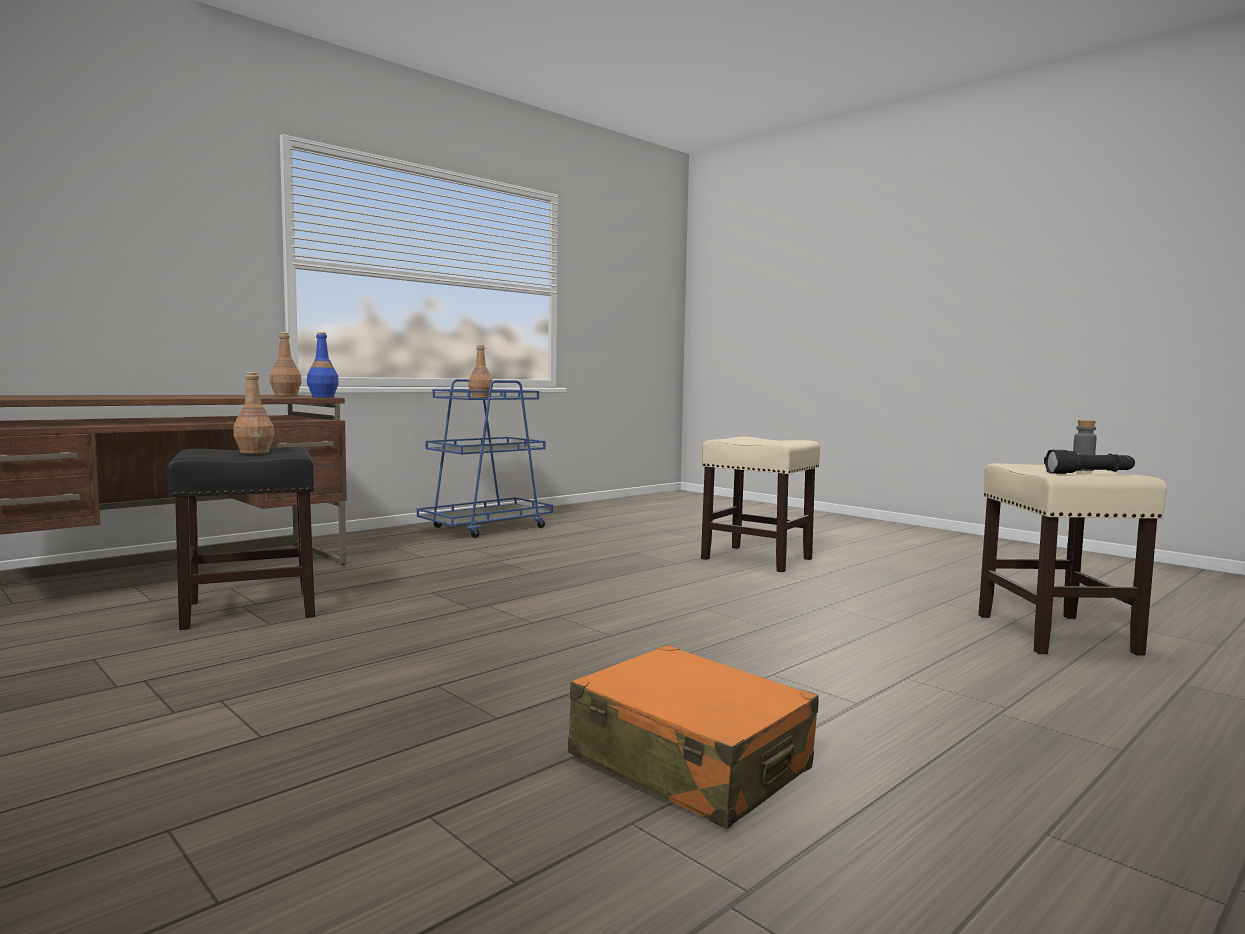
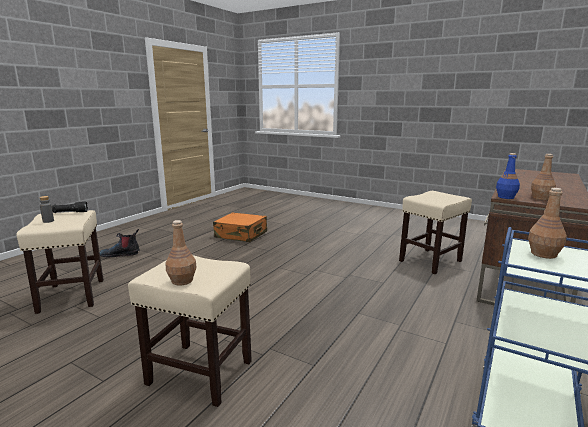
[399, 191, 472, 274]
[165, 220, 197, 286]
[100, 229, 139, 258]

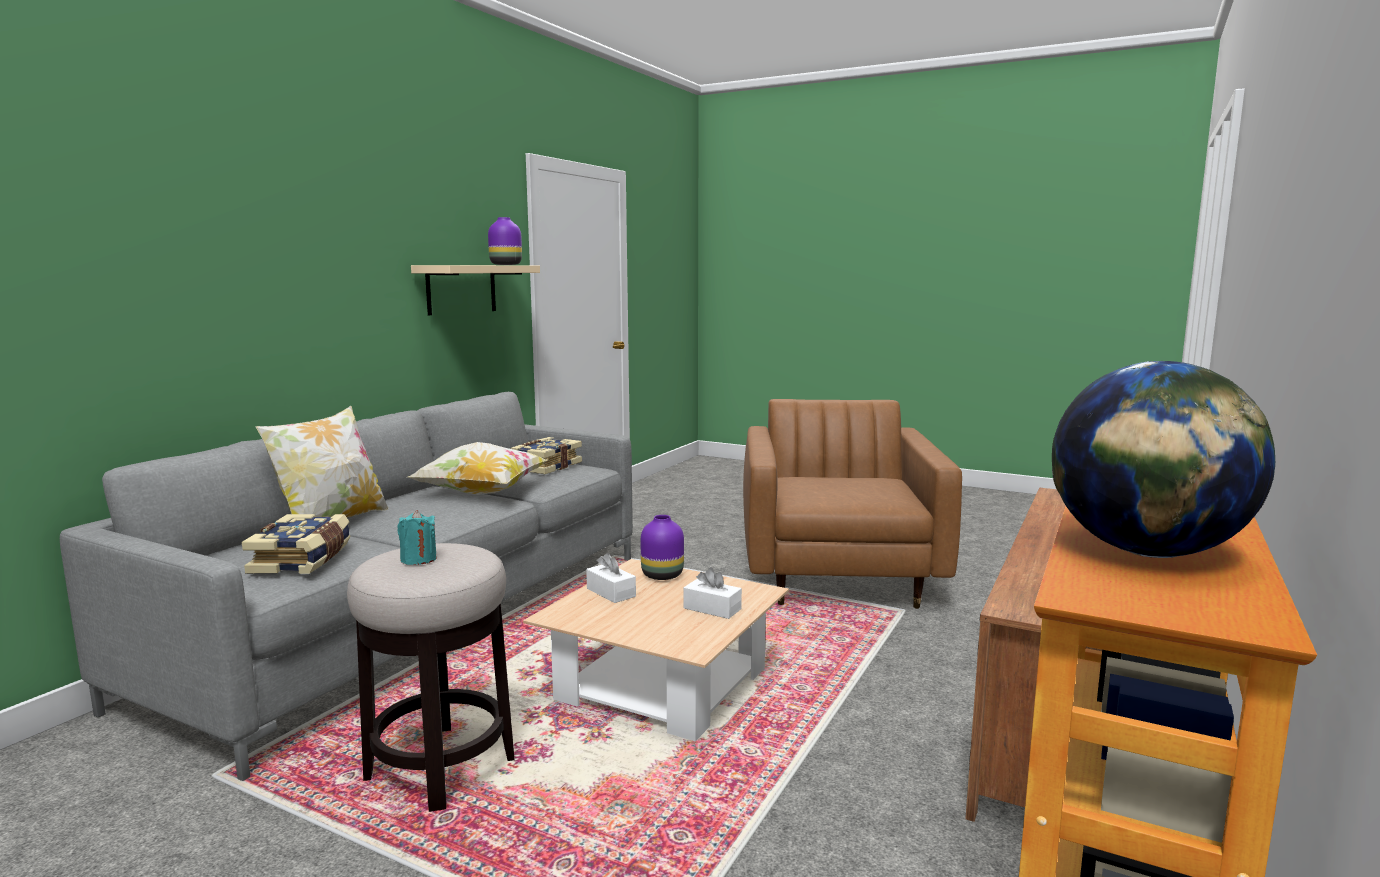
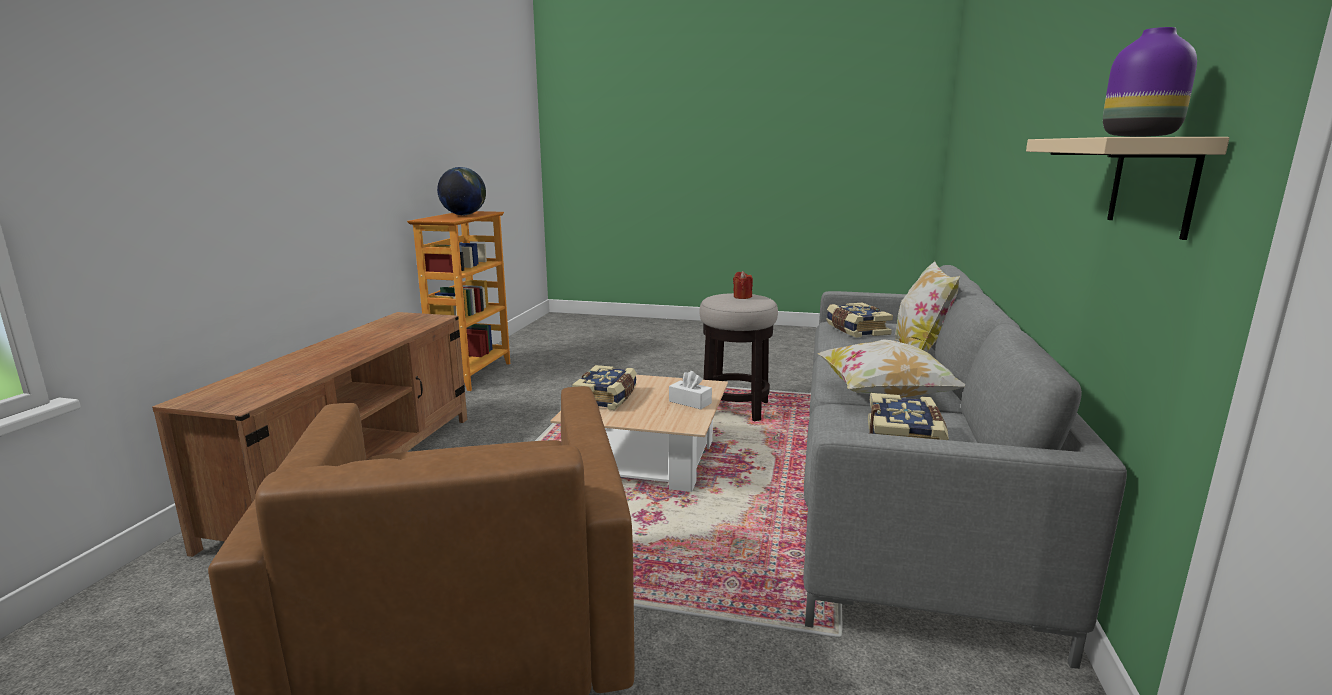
[733, 271, 753, 299]
[641, 515, 684, 580] (first image)
[572, 365, 637, 410]

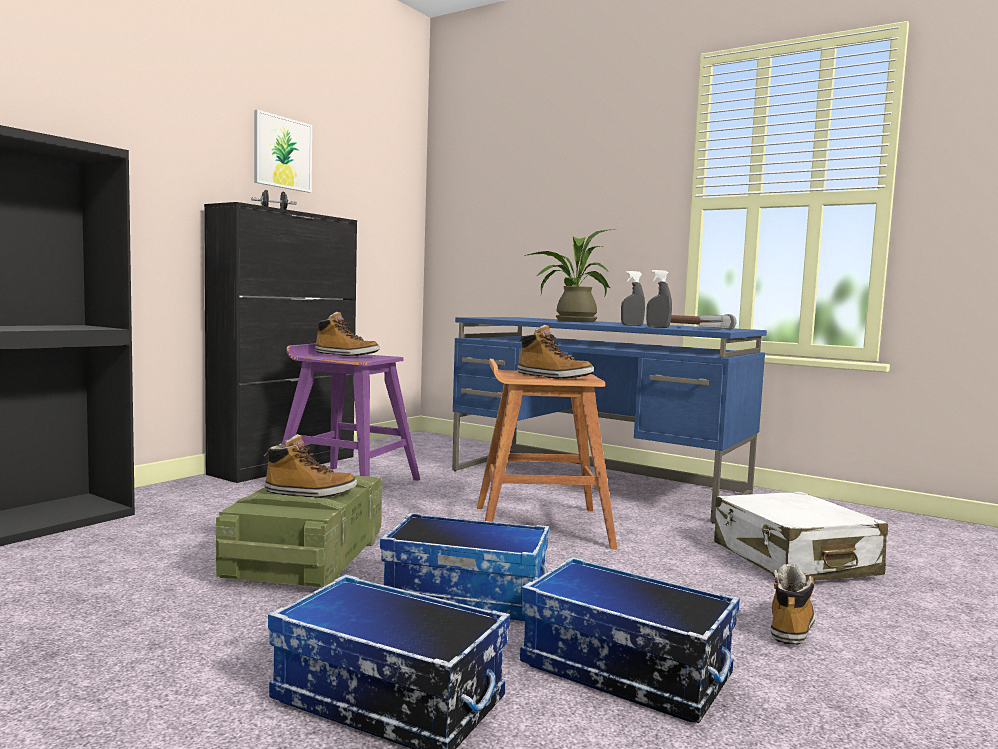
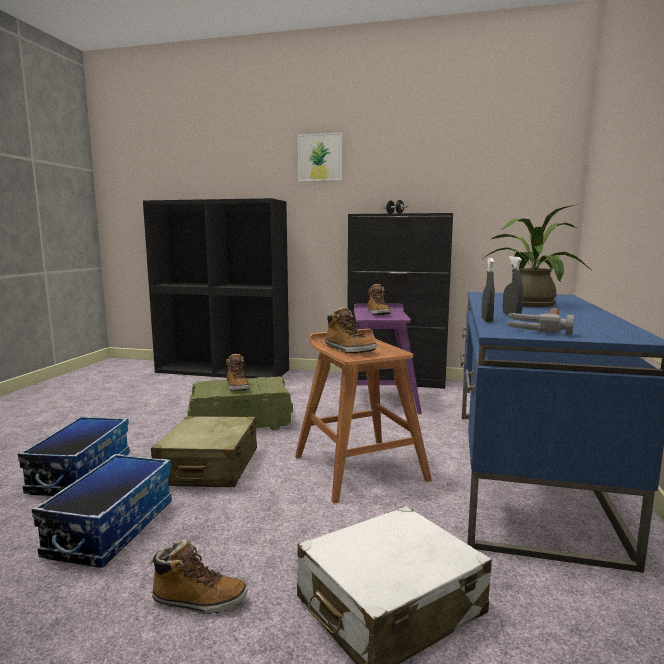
[298, 133, 342, 182]
[151, 416, 257, 487]
[325, 307, 377, 354]

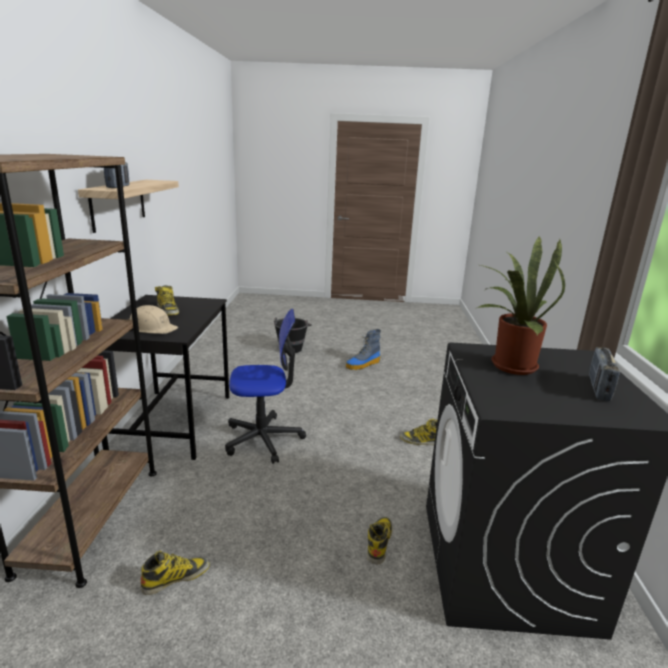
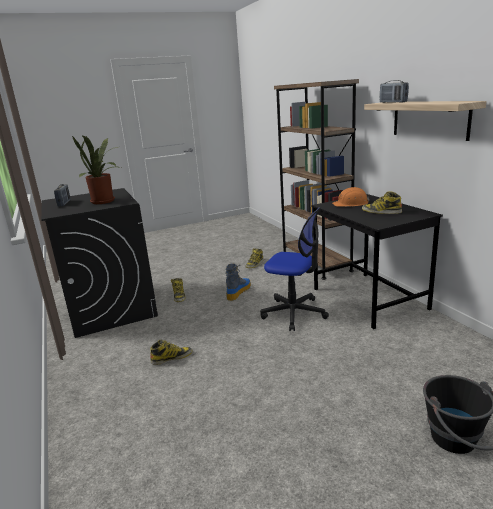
[332, 187, 369, 207]
[260, 207, 329, 331]
[225, 263, 251, 301]

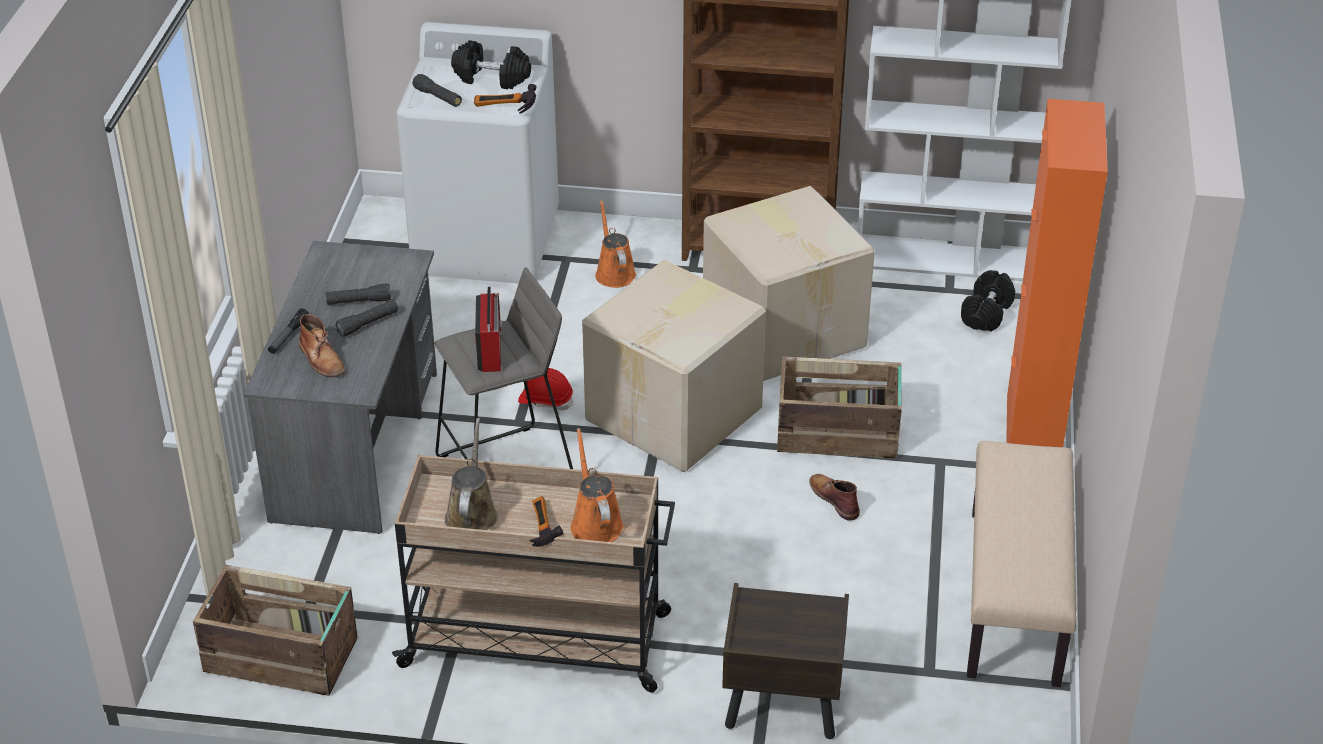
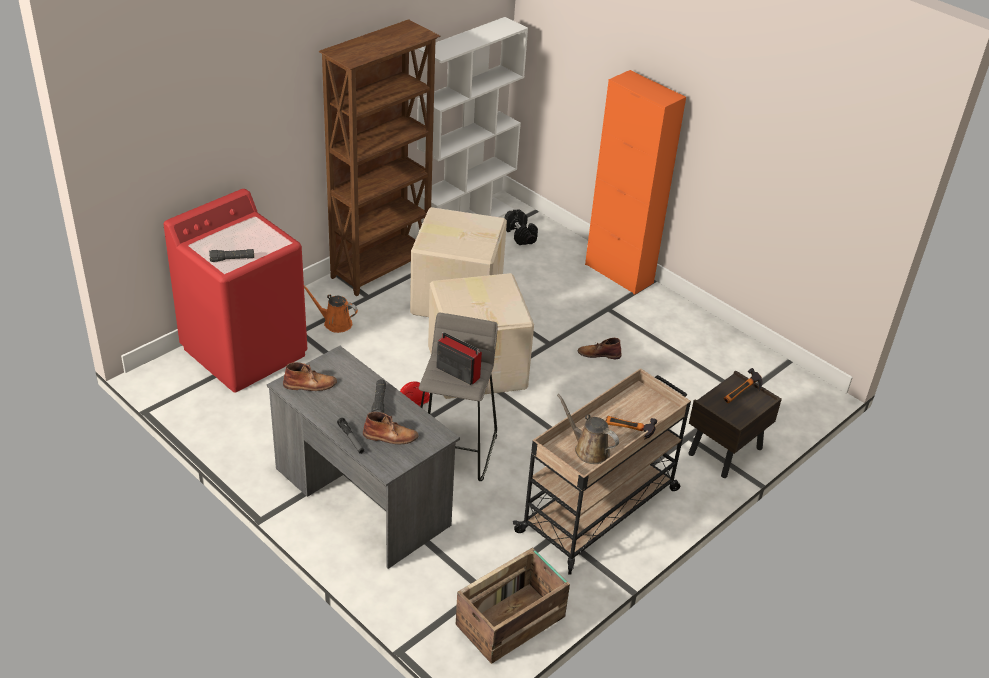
[326, 283, 391, 305] (first image)
[164, 189, 307, 393]
[451, 40, 531, 89] (first image)
[724, 368, 763, 403]
[571, 428, 623, 542] (first image)
[777, 356, 902, 458] (first image)
[967, 441, 1077, 687] (first image)
[283, 362, 337, 391]

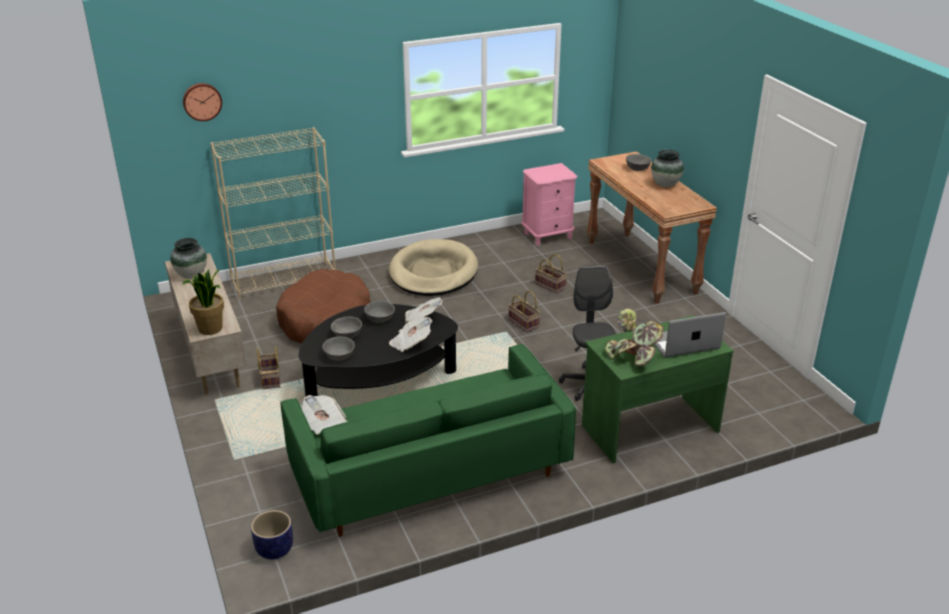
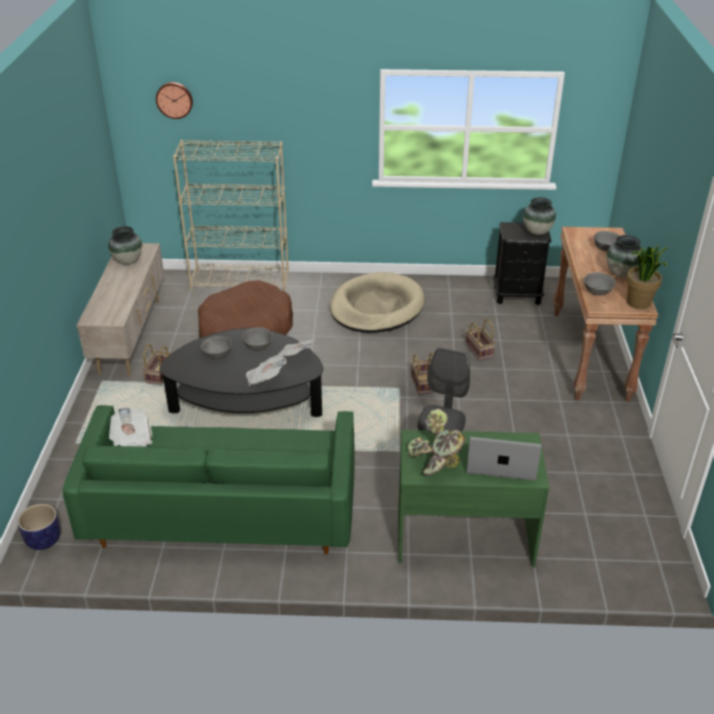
[626, 245, 669, 309]
[584, 272, 616, 295]
[493, 222, 552, 305]
[523, 197, 556, 235]

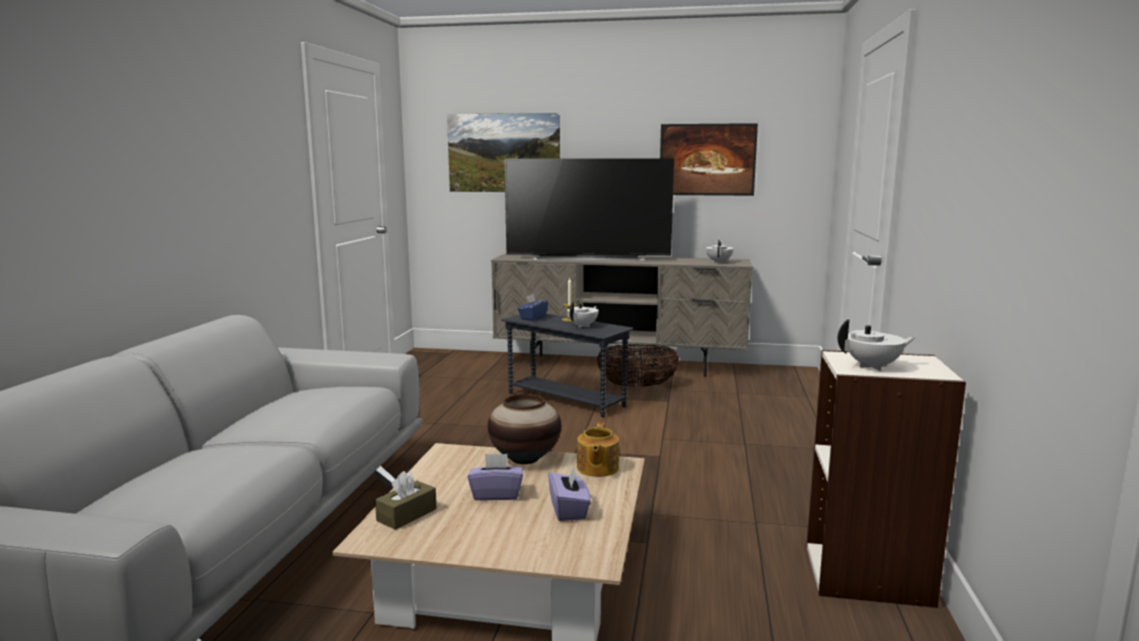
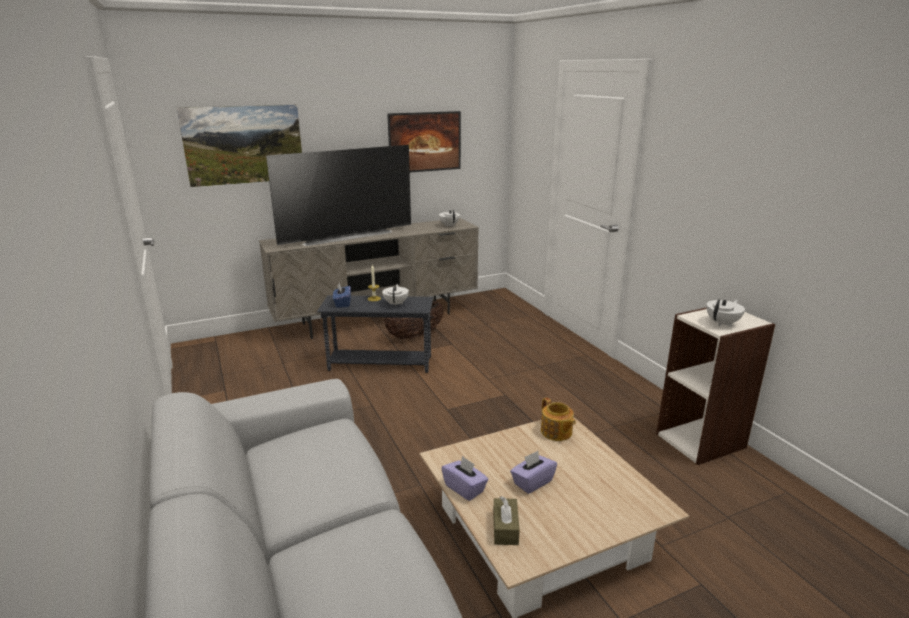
[488, 394, 561, 464] (first image)
[441, 456, 489, 501]

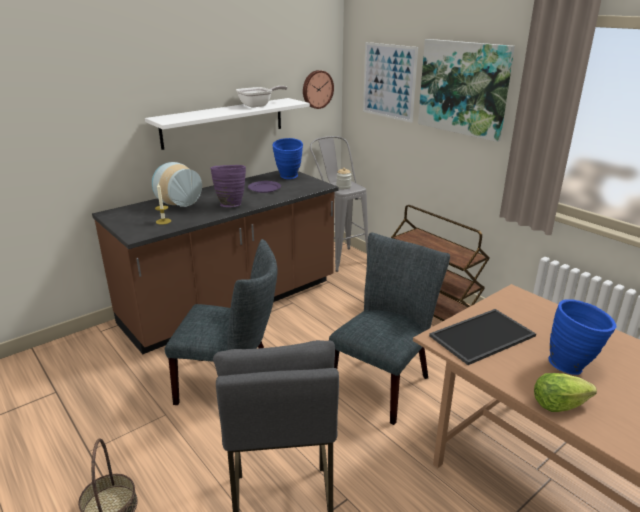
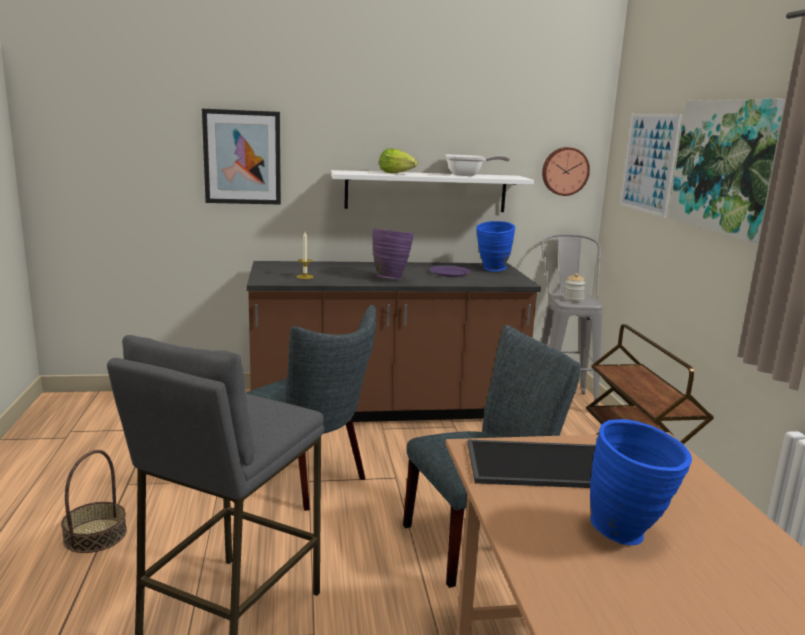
[152, 162, 202, 207] (first image)
[379, 148, 417, 173]
[202, 109, 281, 205]

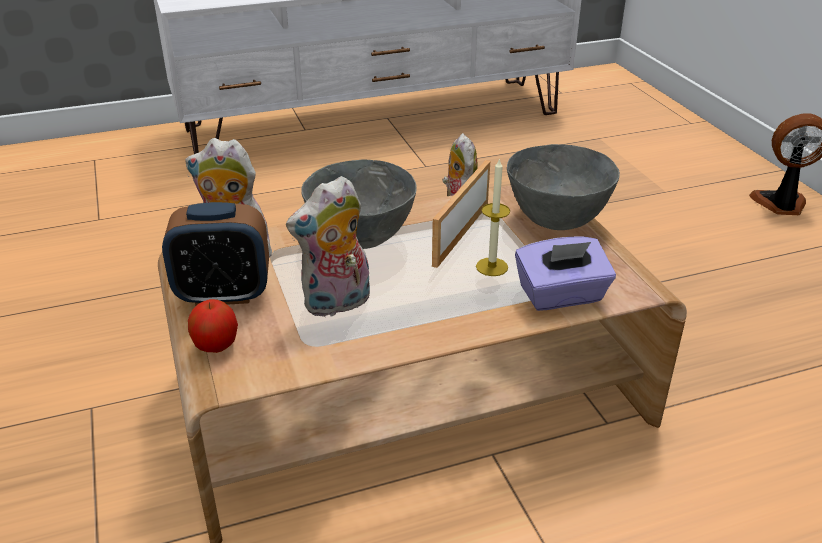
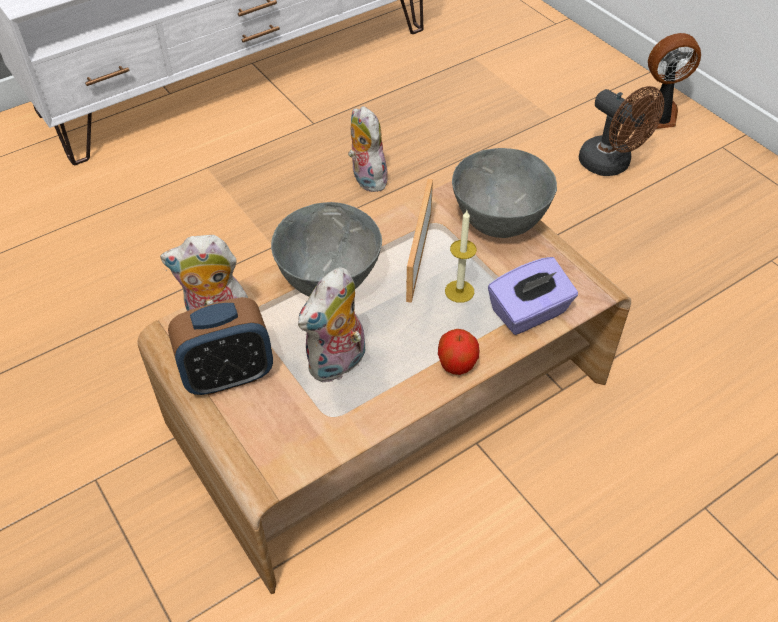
[438, 329, 480, 375]
[579, 86, 664, 176]

